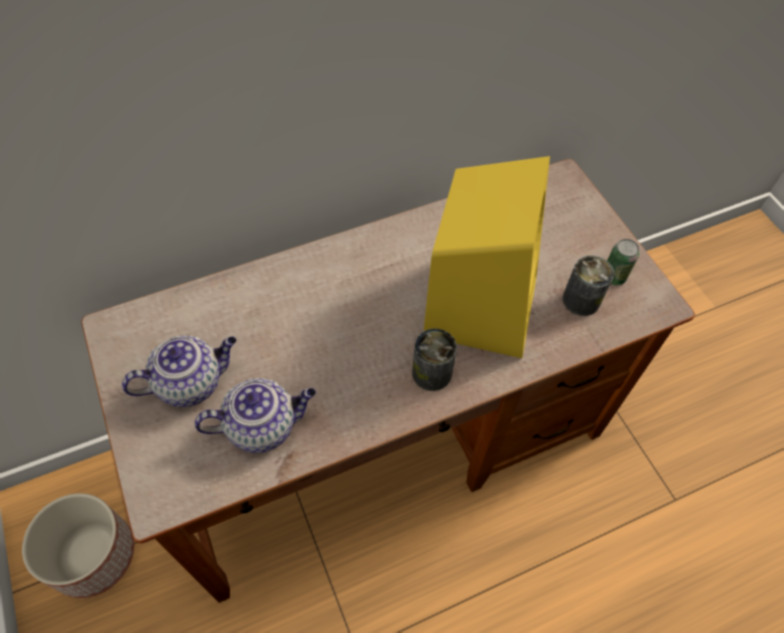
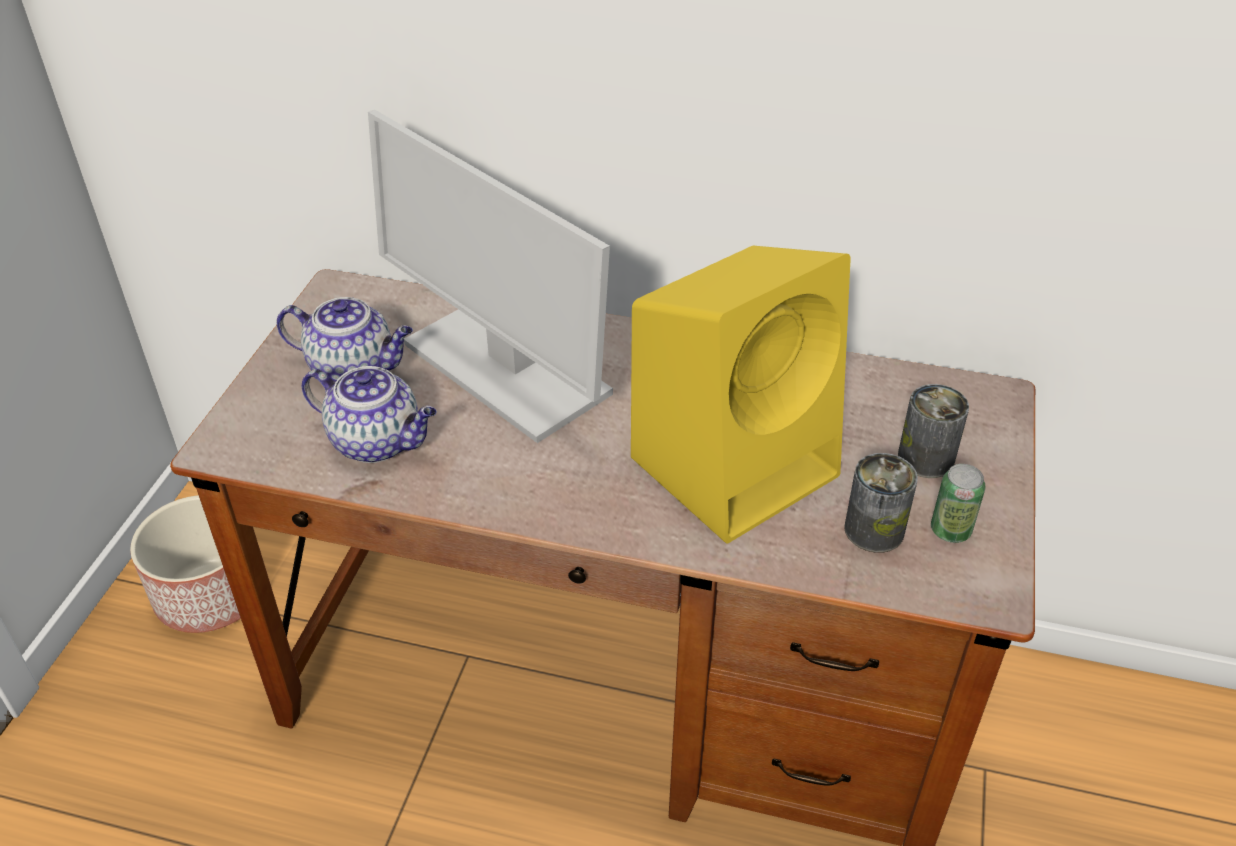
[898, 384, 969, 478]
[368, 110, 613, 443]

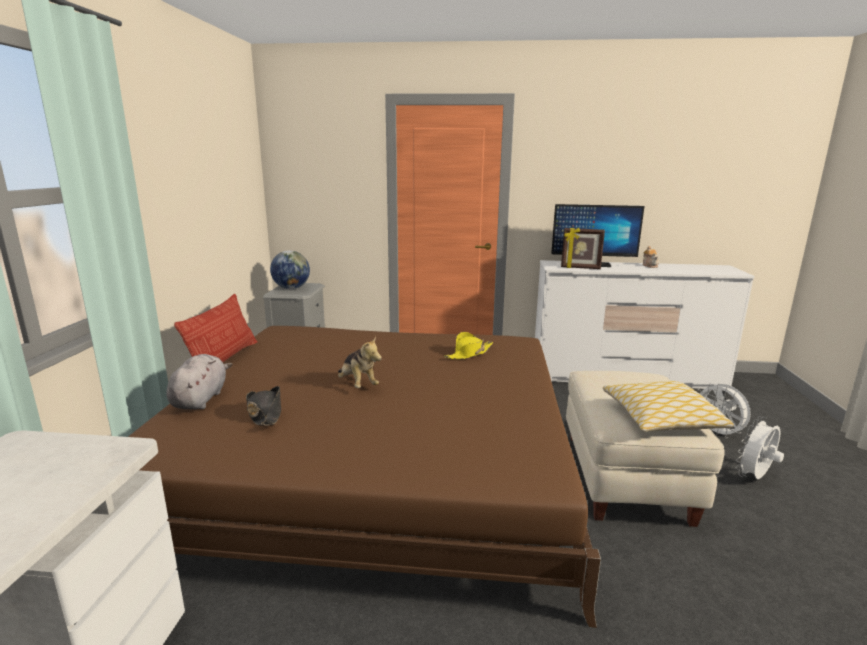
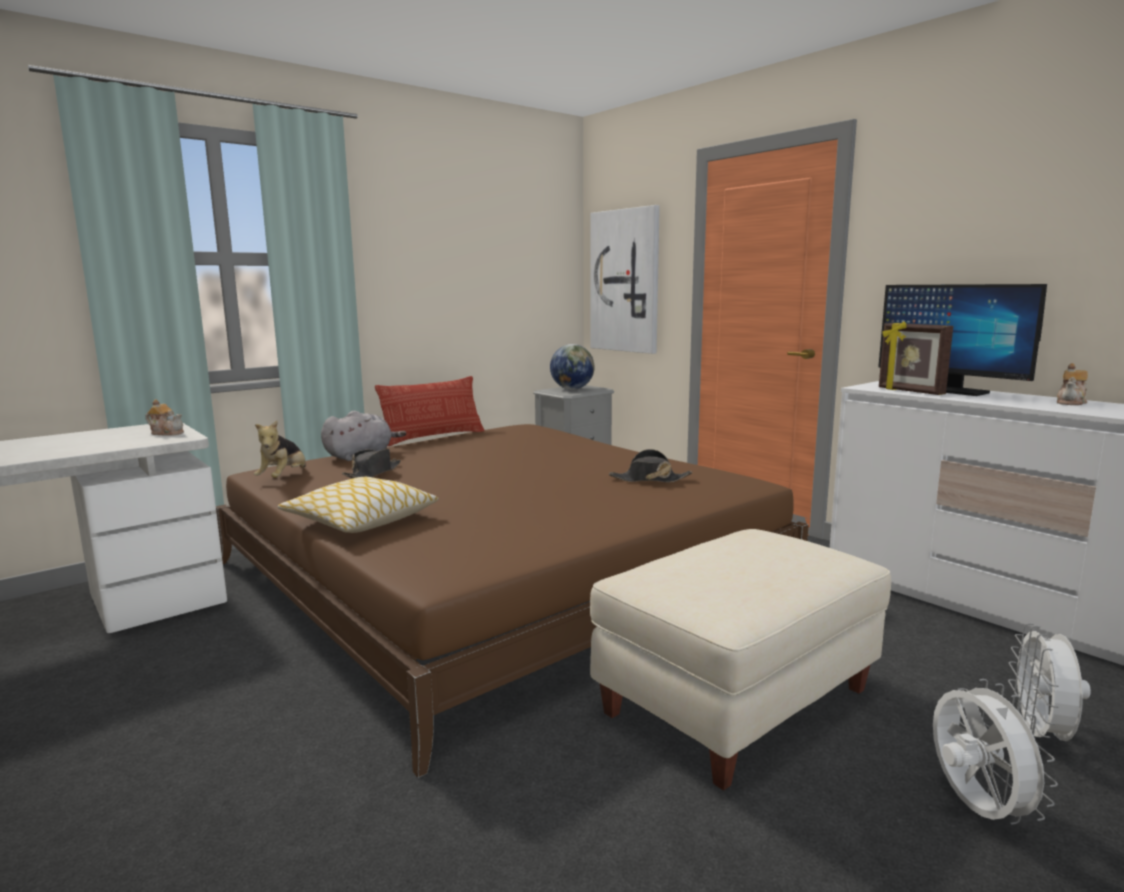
[254, 420, 305, 478]
[609, 449, 692, 483]
[278, 477, 439, 533]
[933, 679, 1058, 825]
[145, 399, 184, 436]
[590, 205, 660, 354]

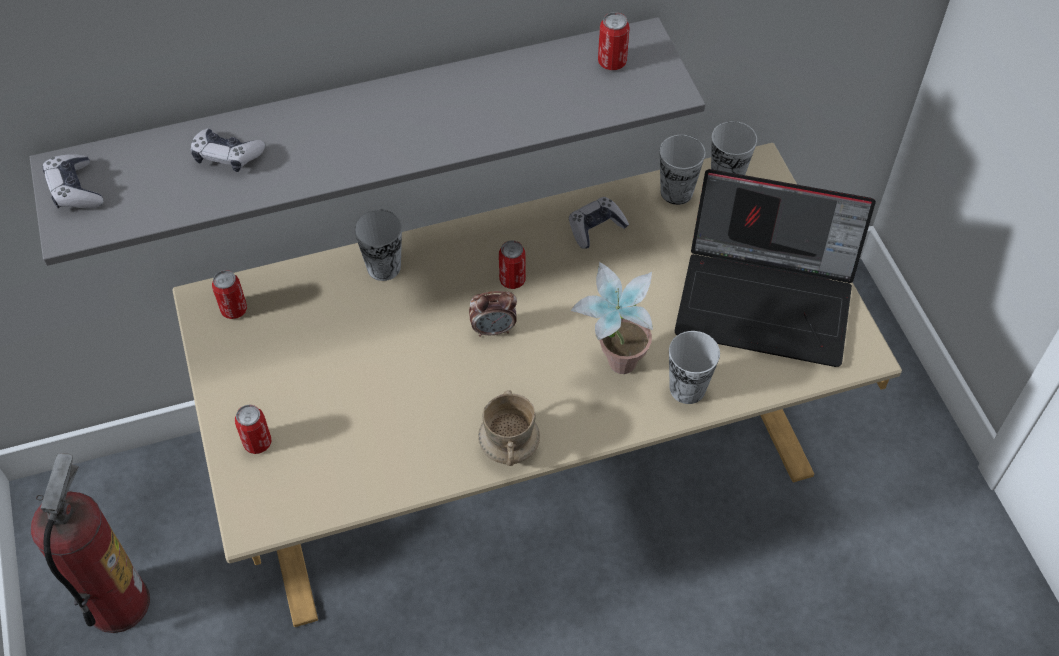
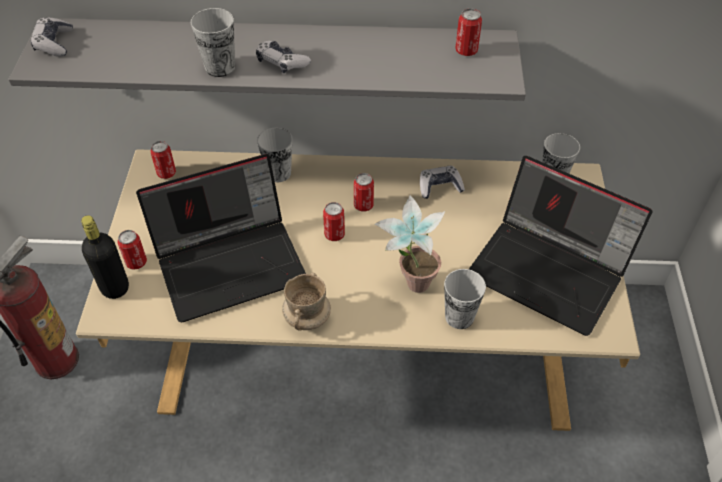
[256, 41, 311, 73]
[323, 202, 345, 241]
[190, 8, 235, 77]
[81, 215, 129, 299]
[136, 154, 306, 322]

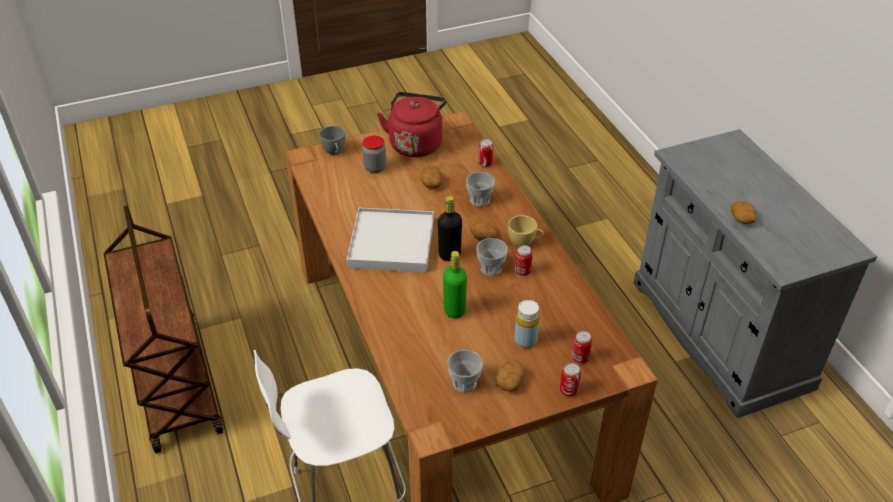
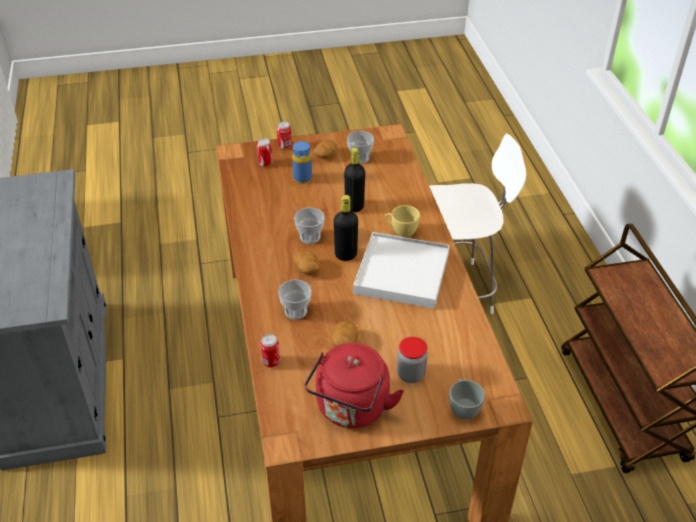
[344, 148, 365, 212]
[385, 205, 420, 238]
[292, 141, 312, 184]
[515, 245, 533, 276] (first image)
[731, 201, 756, 224] (first image)

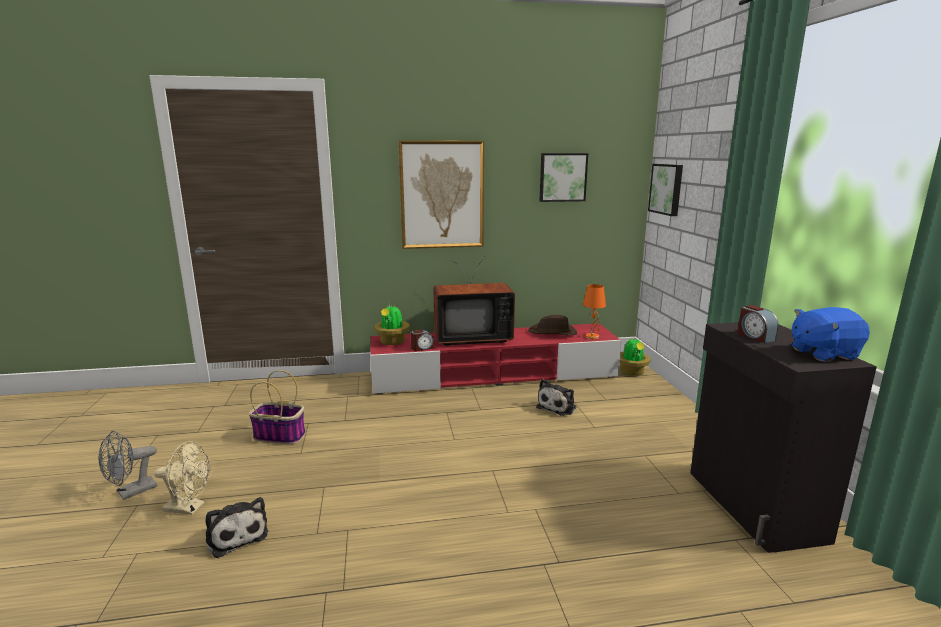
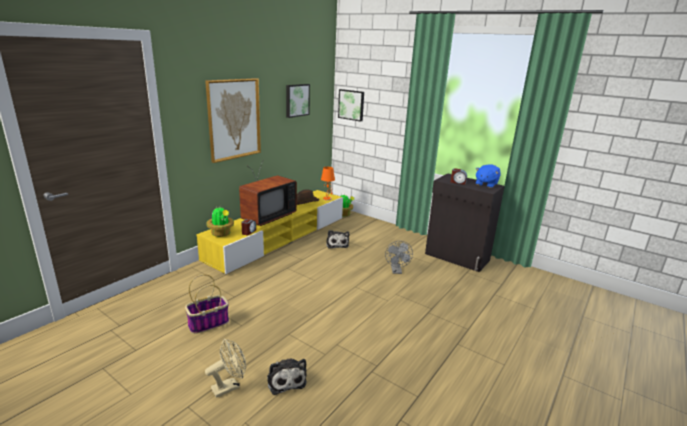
[385, 241, 413, 274]
[267, 359, 307, 395]
[196, 190, 343, 274]

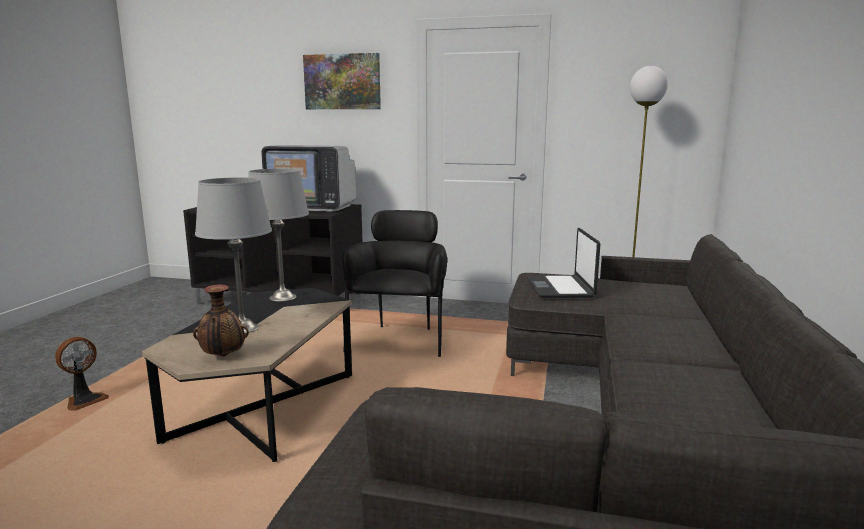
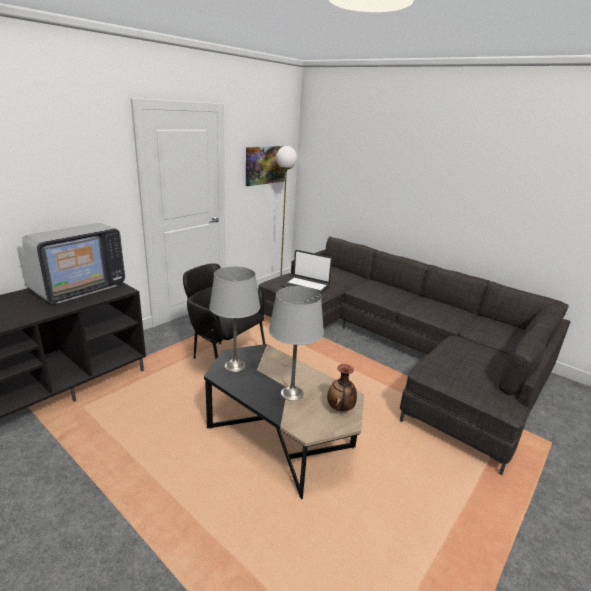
[55, 337, 109, 411] (first image)
[246, 146, 285, 186]

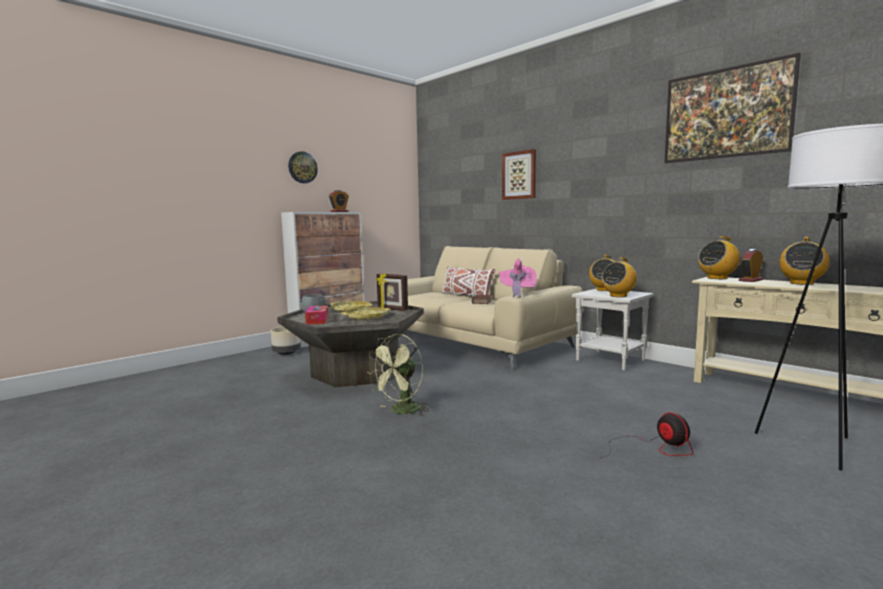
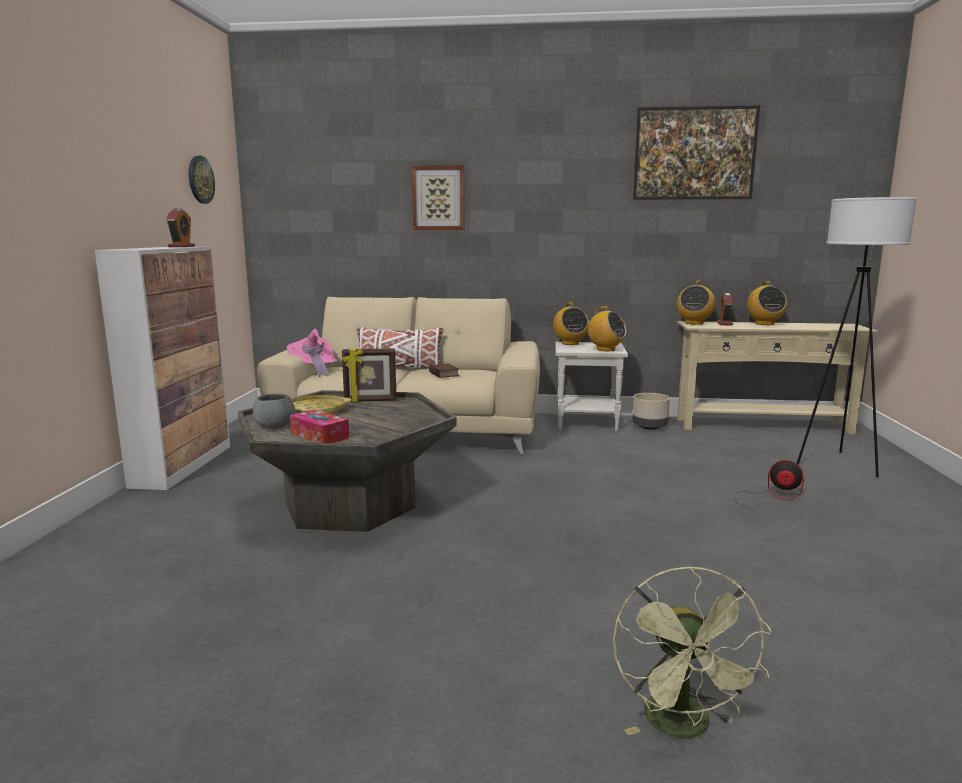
[632, 393, 670, 430]
[188, 156, 215, 204]
[341, 307, 391, 320] (first image)
[613, 566, 772, 738]
[287, 329, 338, 377]
[585, 306, 626, 351]

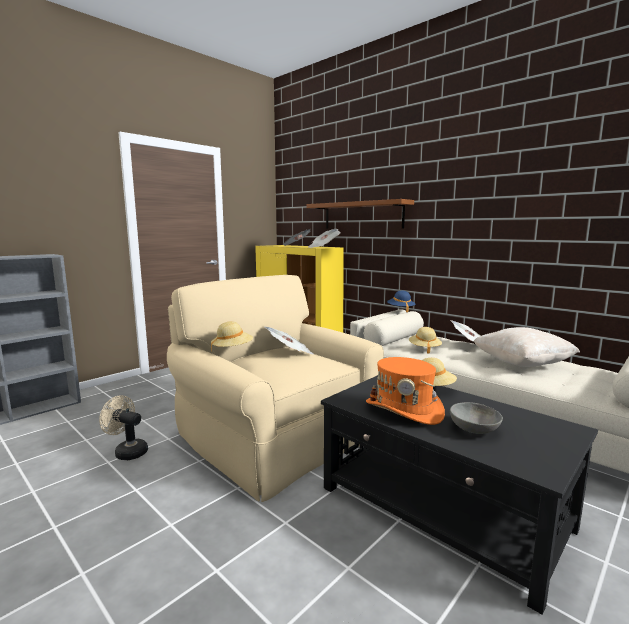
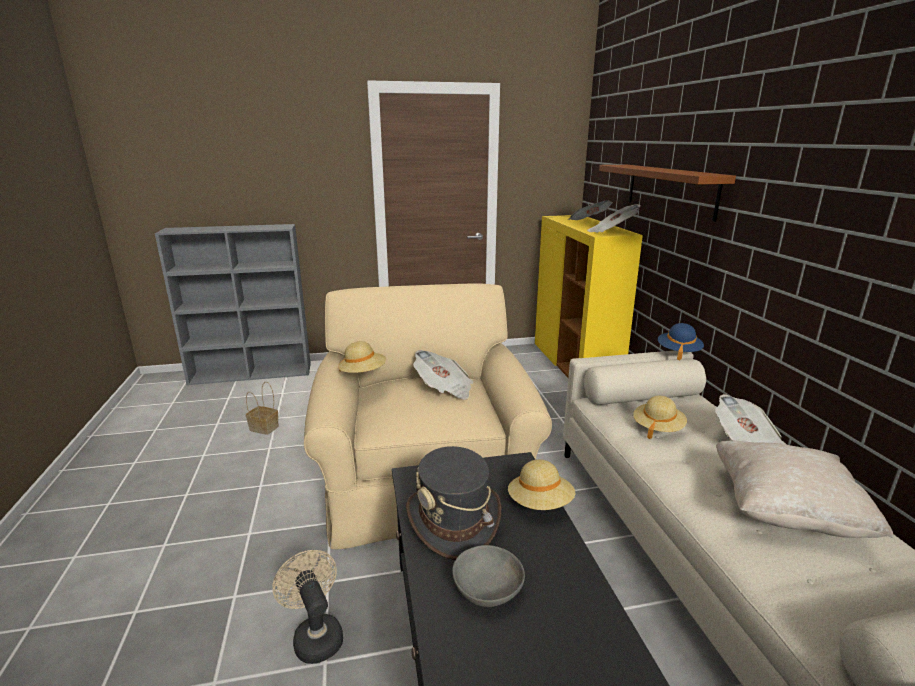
[272, 550, 343, 664]
[406, 446, 501, 560]
[246, 382, 279, 435]

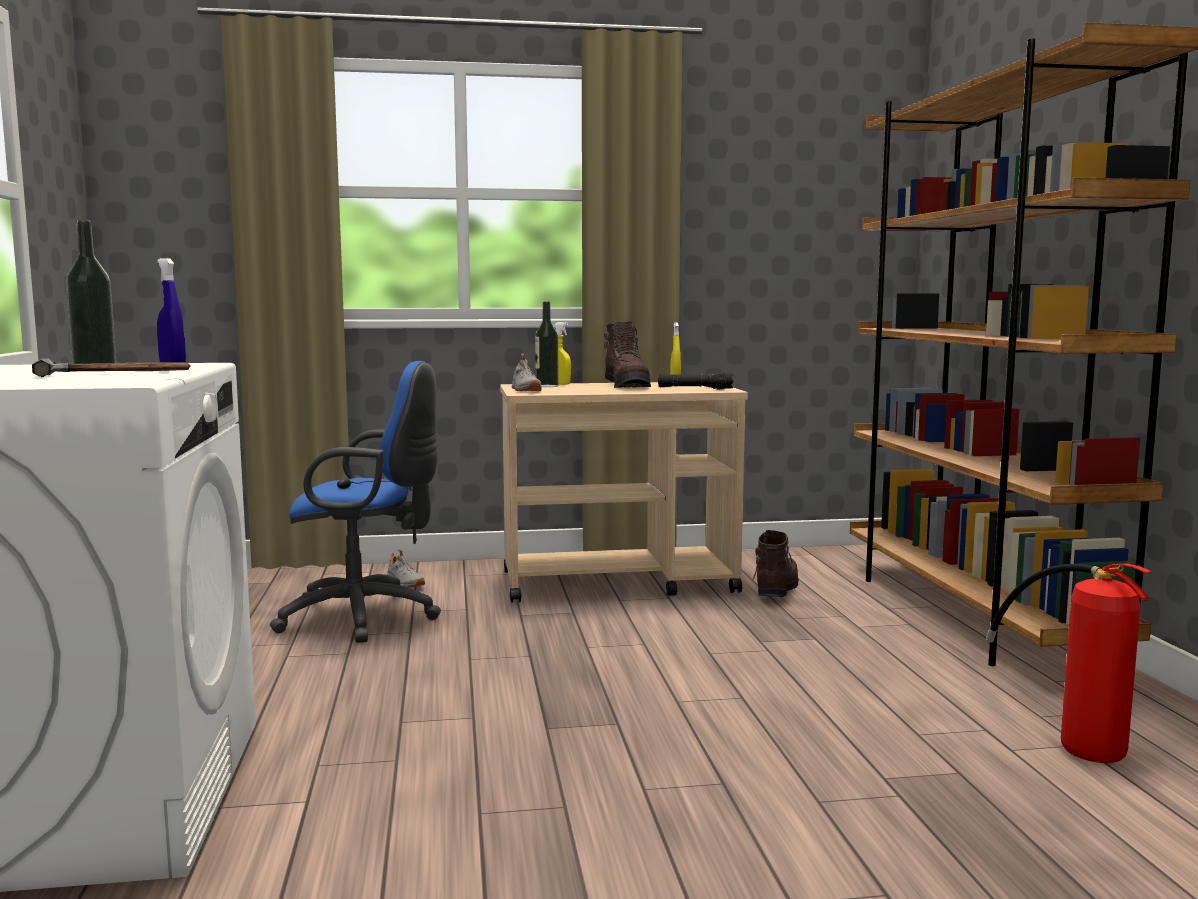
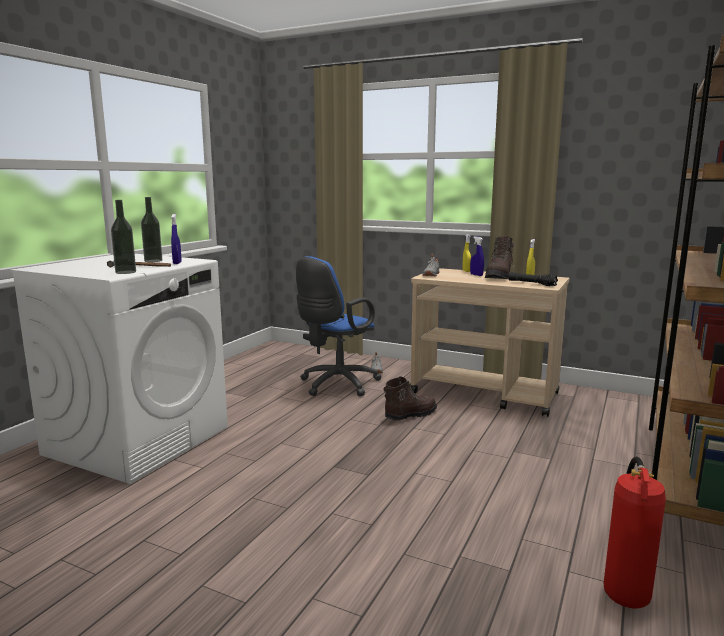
[296, 256, 382, 396]
[111, 200, 136, 274]
[383, 376, 437, 421]
[470, 236, 484, 276]

